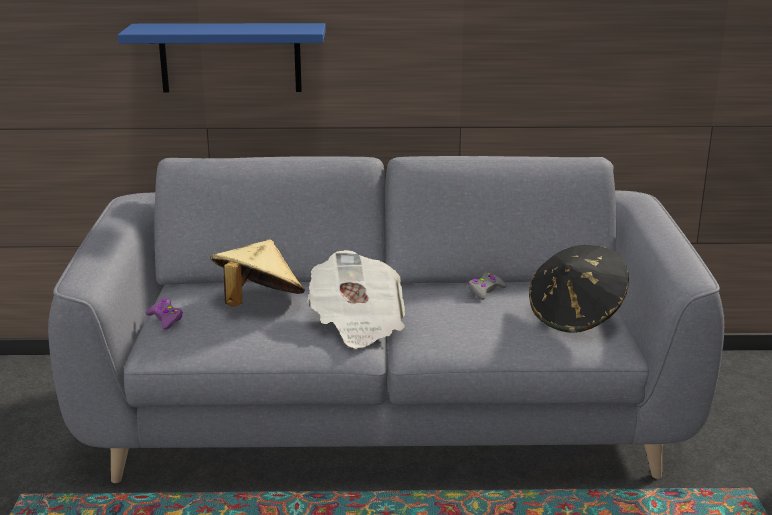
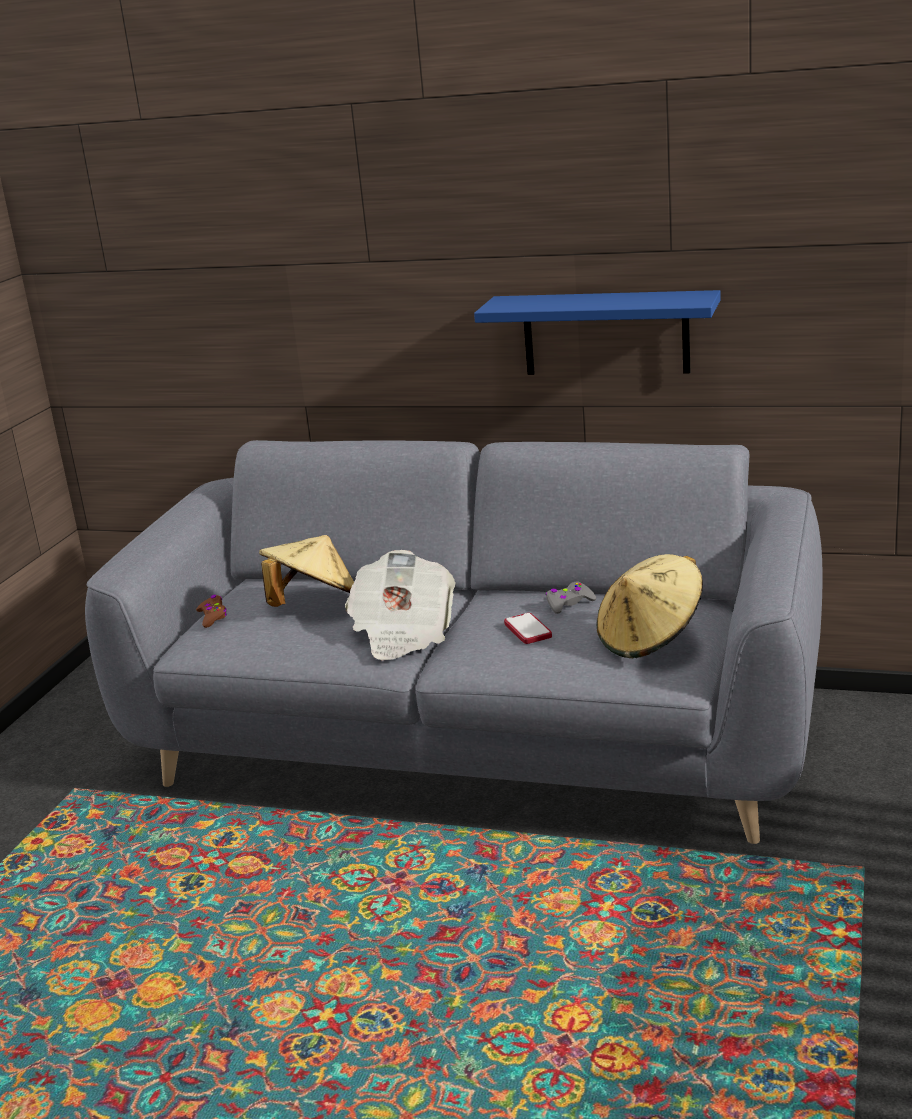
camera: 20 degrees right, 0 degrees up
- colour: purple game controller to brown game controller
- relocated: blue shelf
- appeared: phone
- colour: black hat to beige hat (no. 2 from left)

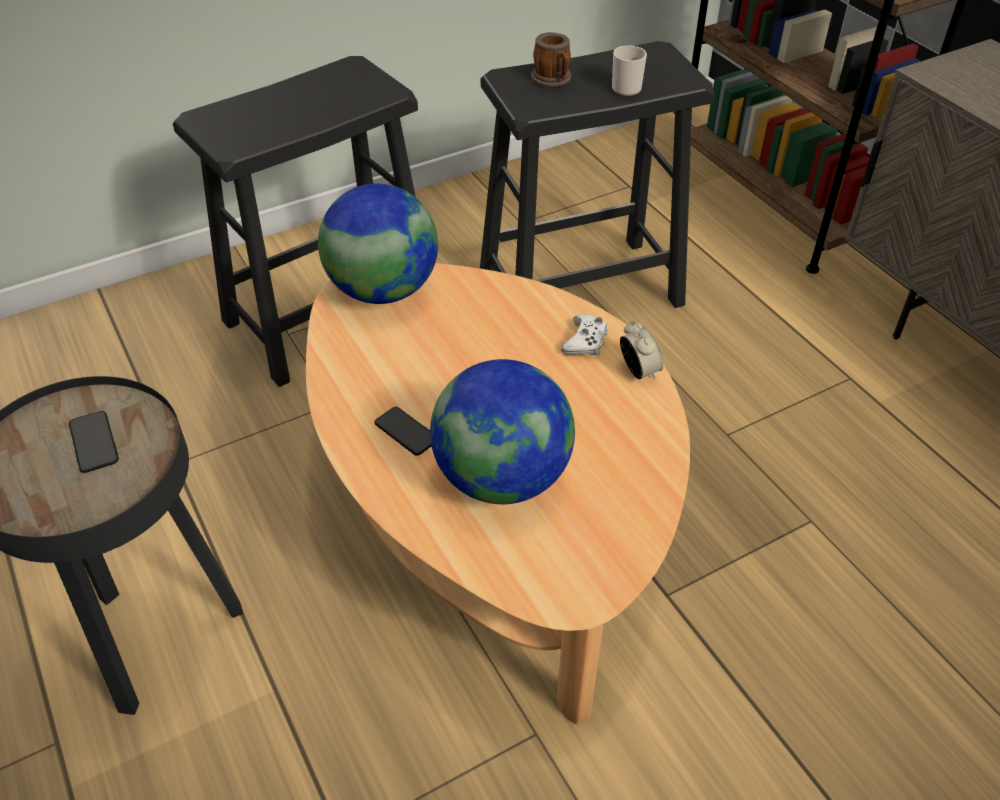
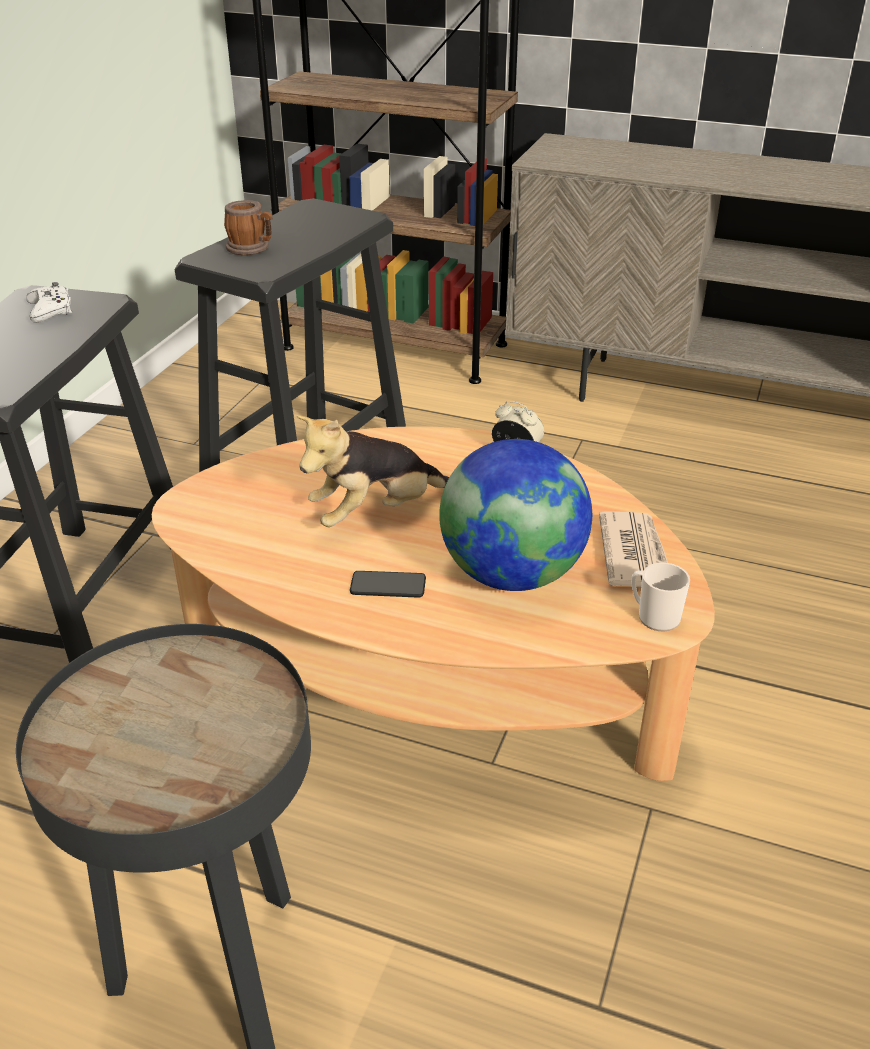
camera: 40 degrees left, 10 degrees down
- relocated: white game controller
- appeared: plush toy
- appeared: newspaper
- relocated: mug (no. 2 from left)
- missing: phone (no. 1 from left)
- missing: globe (no. 1 from left)

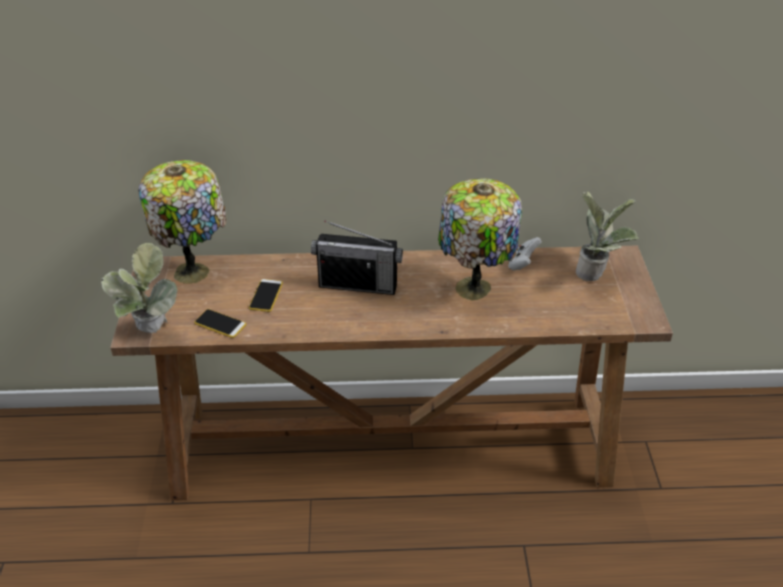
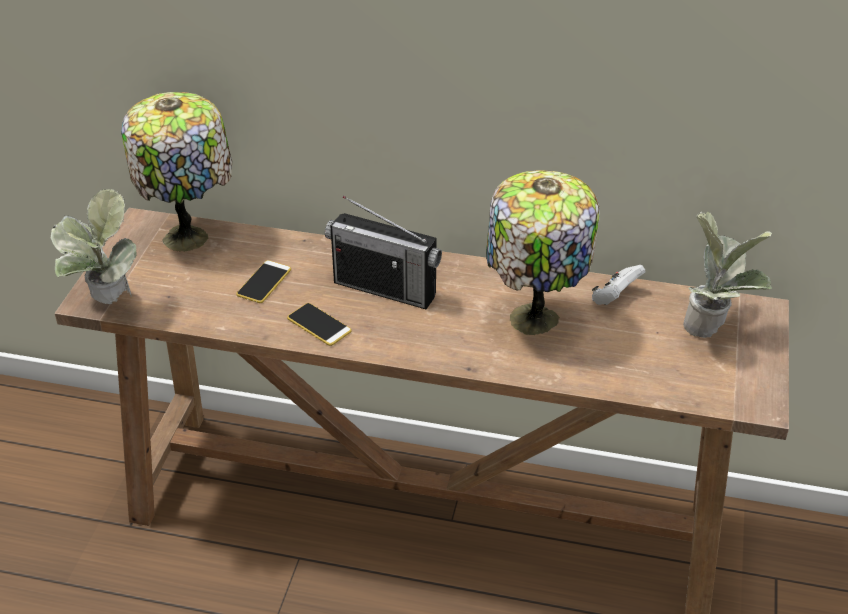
camera: 15 degrees right, 0 degrees up
- relocated: phone (no. 1 from left in the first image) to phone (no. 2 from left)

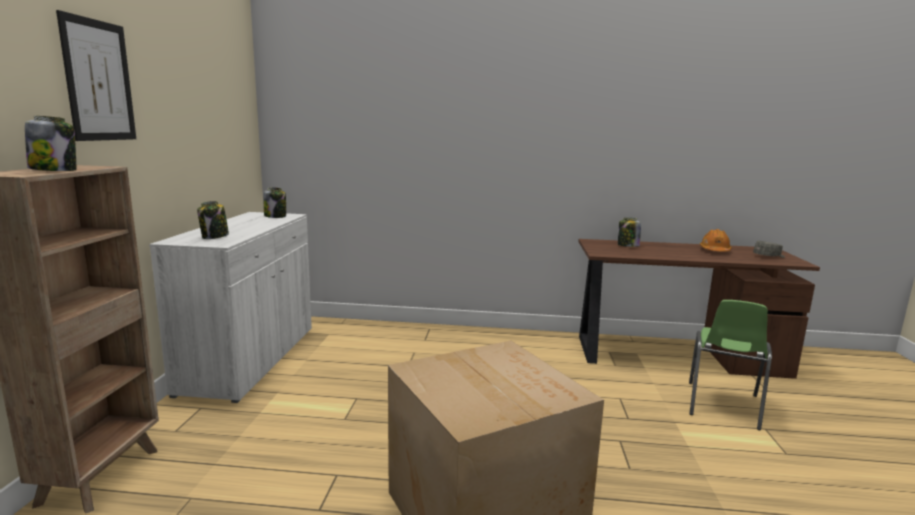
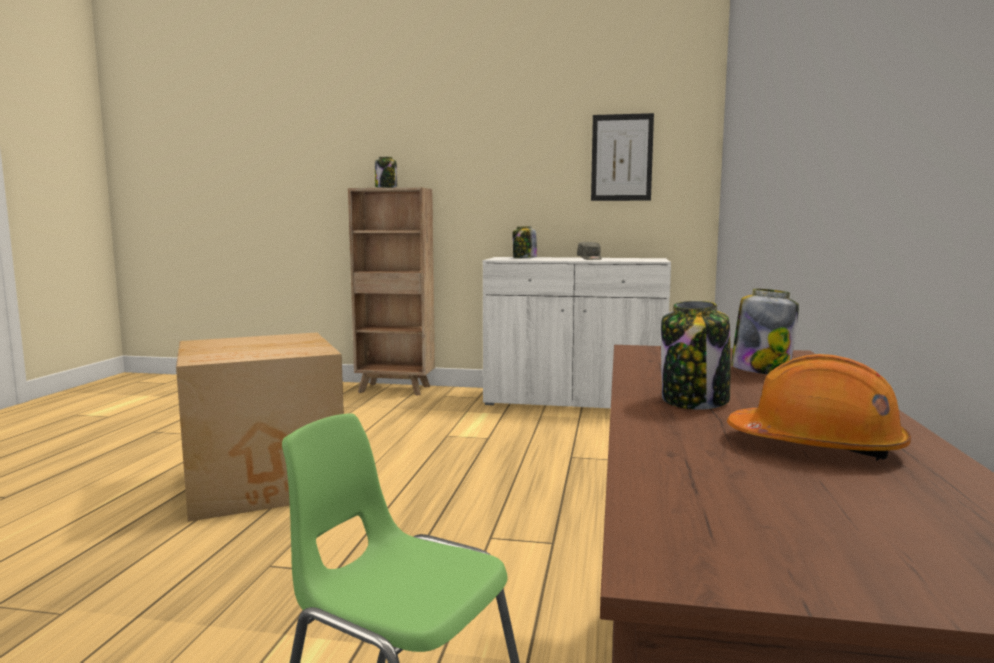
camera: 95 degrees right, 5 degrees down
- relocated: grey cap
- relocated: picture
- relocated: jar (no. 3 from left)

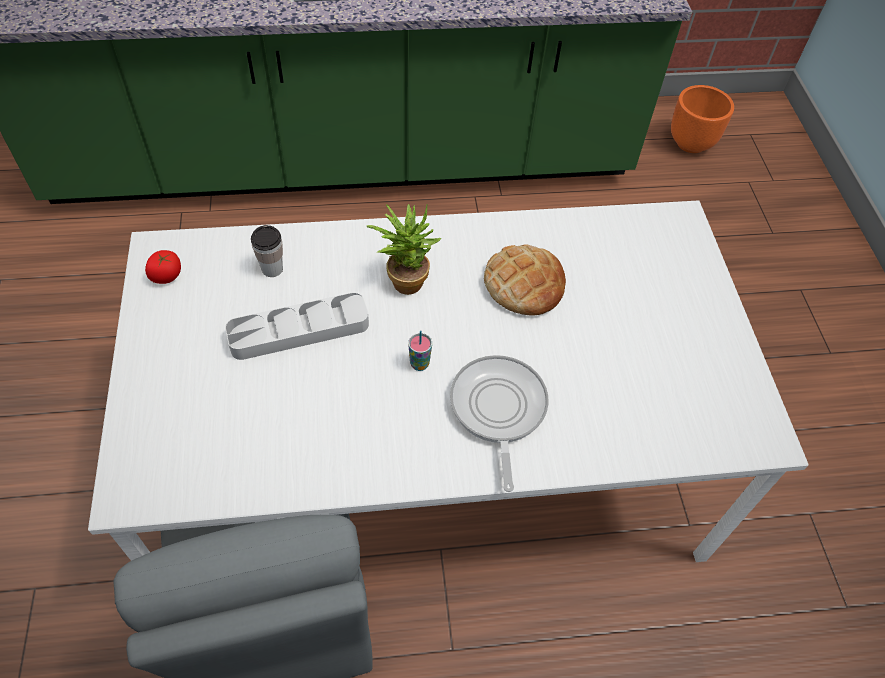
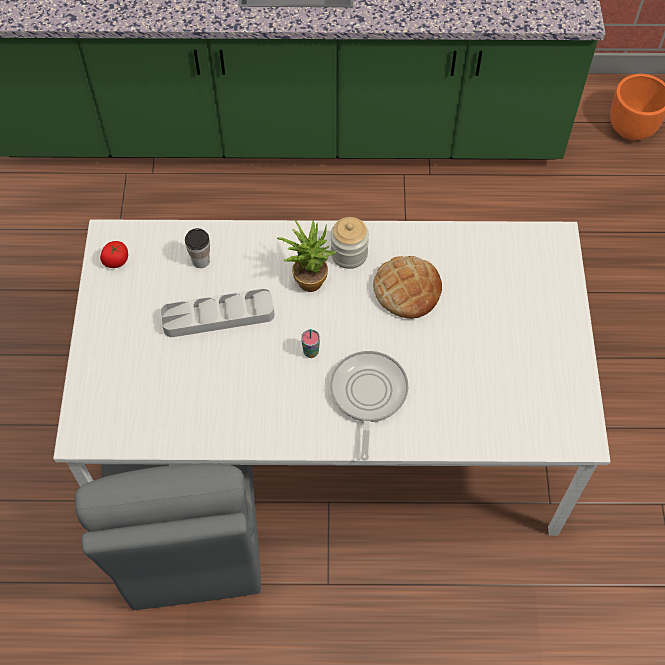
camera: 10 degrees right, 5 degrees up
- appeared: jar

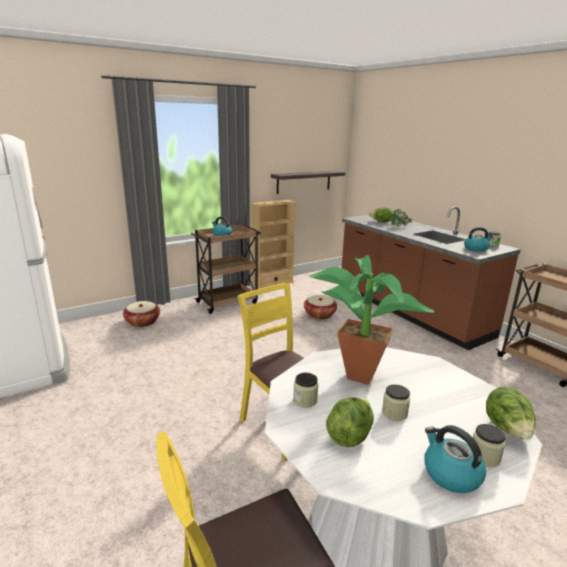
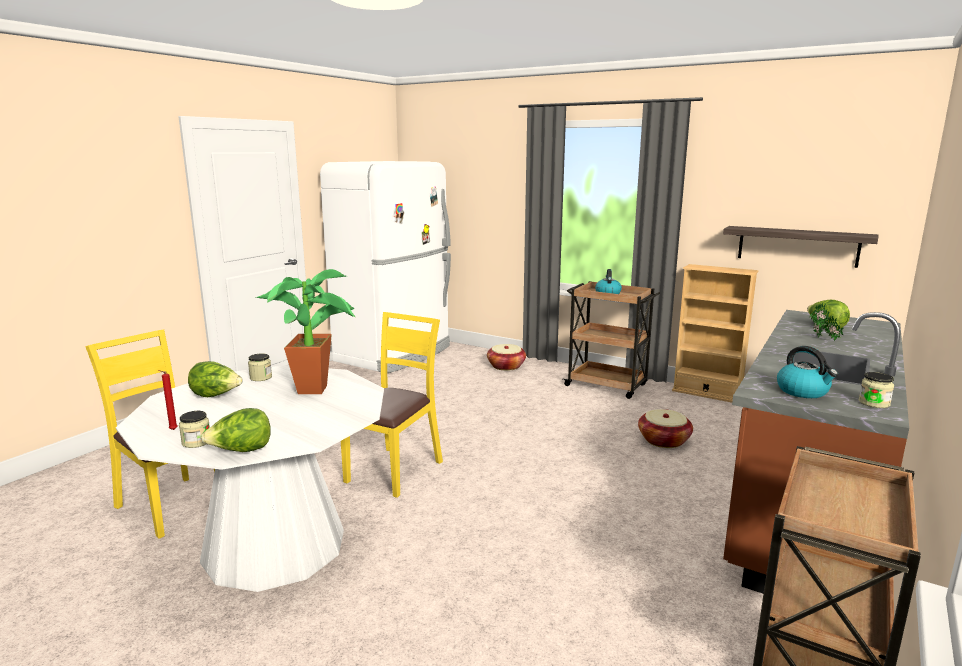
camera: 65 degrees right, 5 degrees down
- exchanged: kettle (no. 2 from left) to red candle
- missing: jar (no. 2 from left)

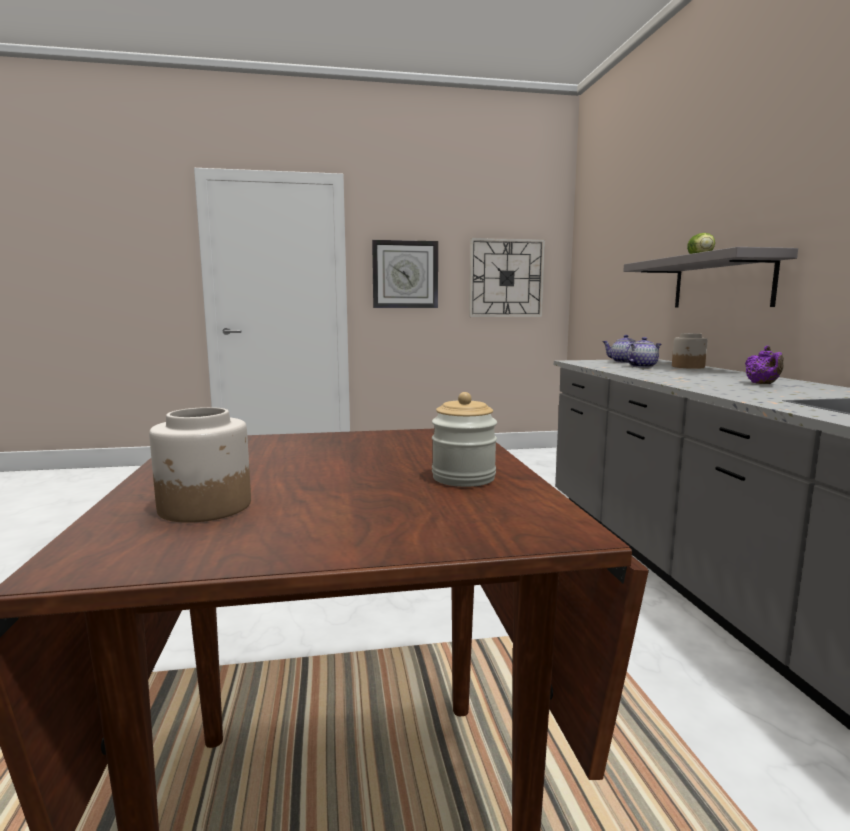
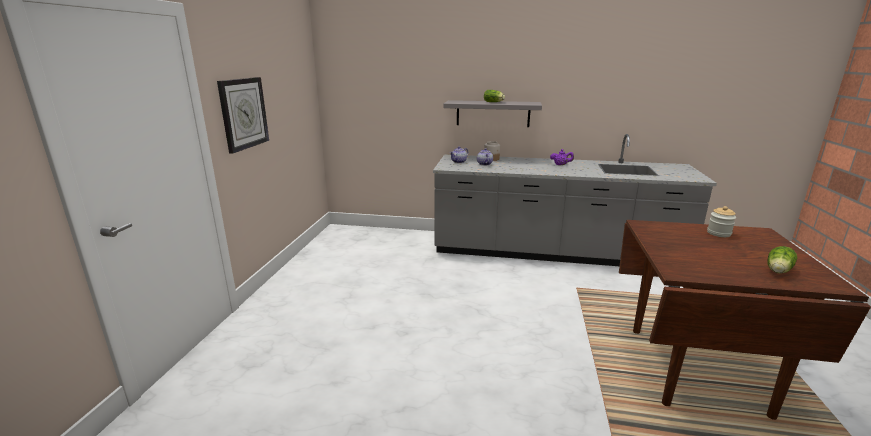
camera: 70 degrees left, 10 degrees up
- exchanged: jar (no. 1 from left) to lettuce (no. 2 from left)
- missing: wall clock (no. 2 from left)

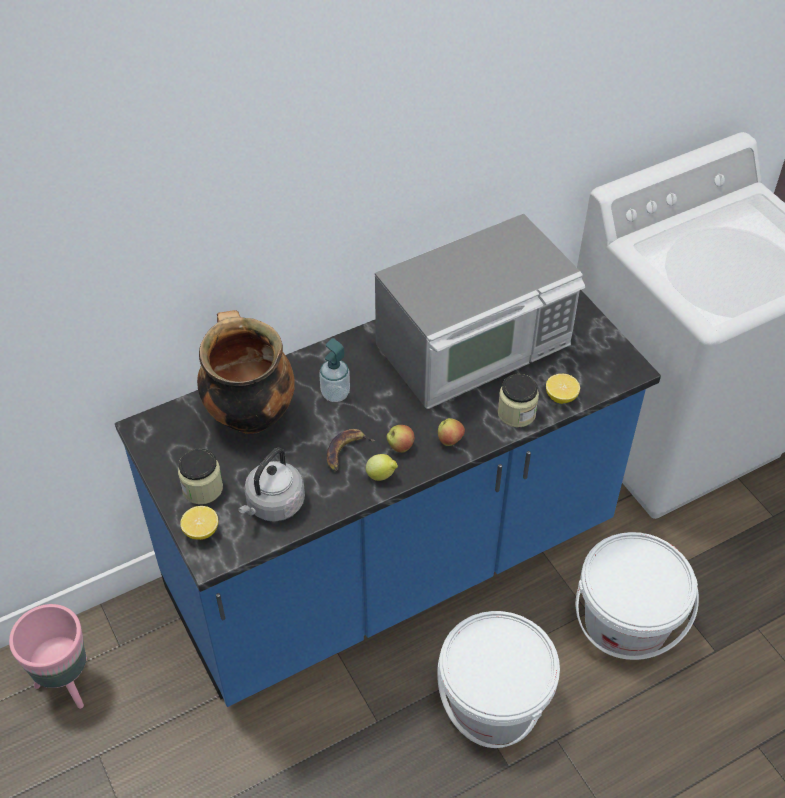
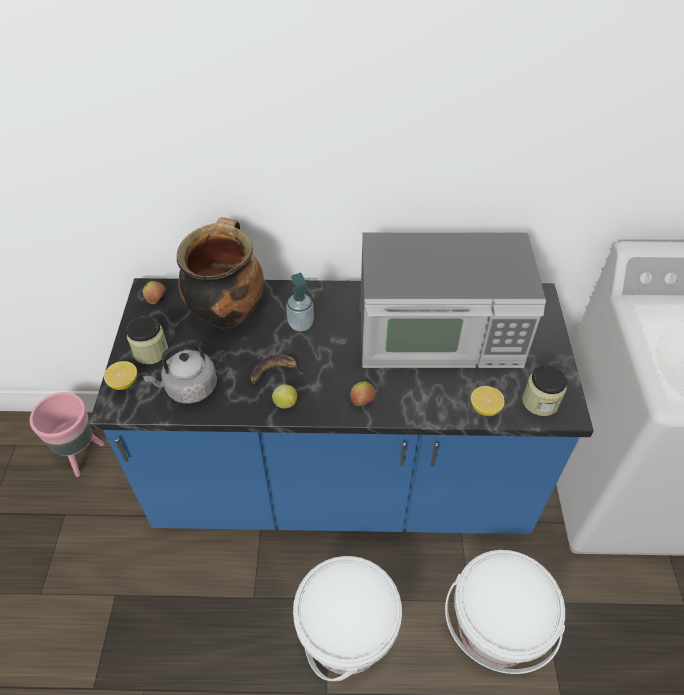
camera: 30 degrees right, 0 degrees up
- relocated: apple (no. 1 from left)
- relocated: jar (no. 2 from left)

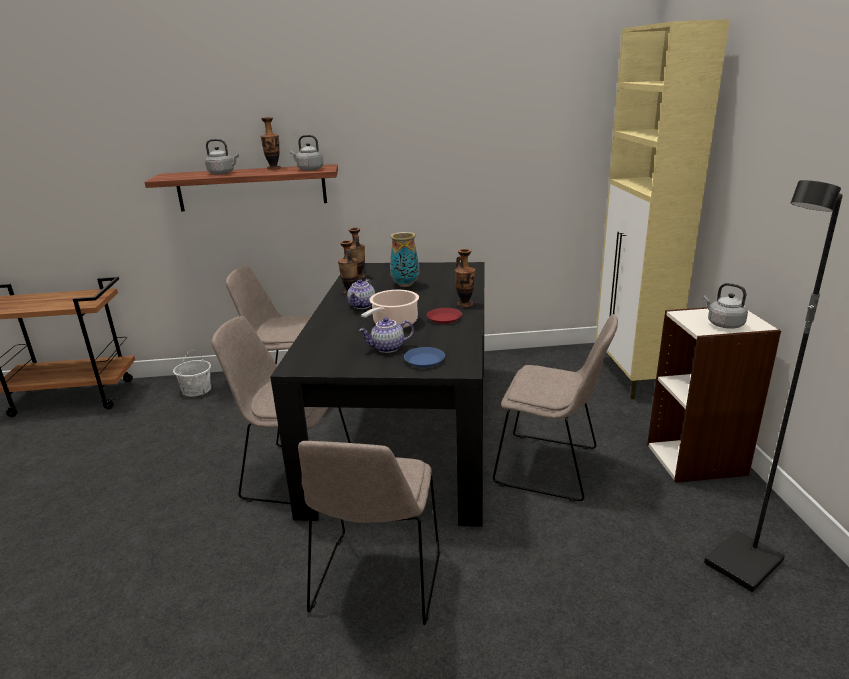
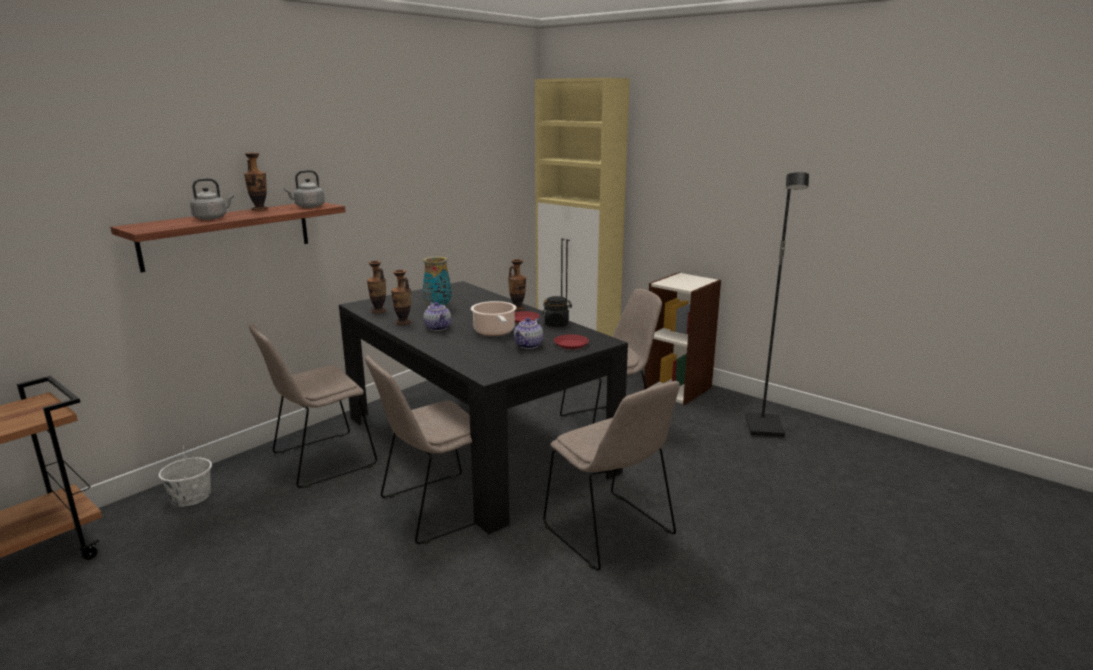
camera: 45 degrees left, 5 degrees down
- appeared: black jar
- colour: blue plate to red plate (no. 2 from left)
- missing: grey kettle (no. 3 from left)

